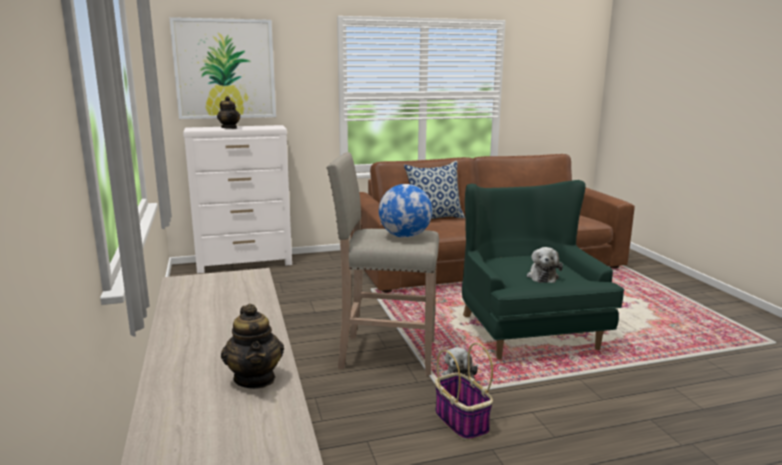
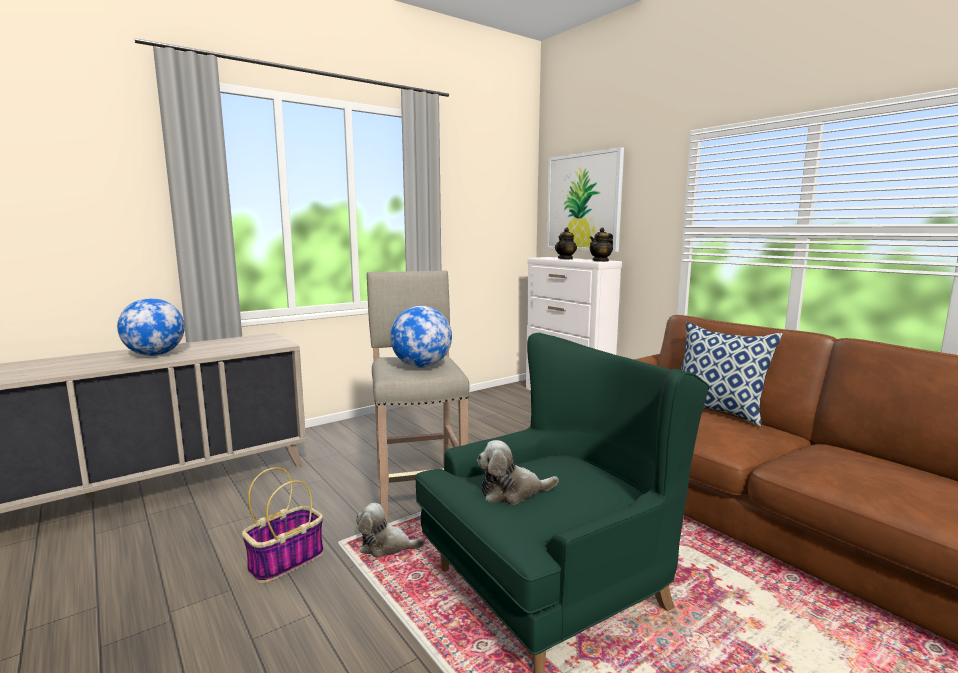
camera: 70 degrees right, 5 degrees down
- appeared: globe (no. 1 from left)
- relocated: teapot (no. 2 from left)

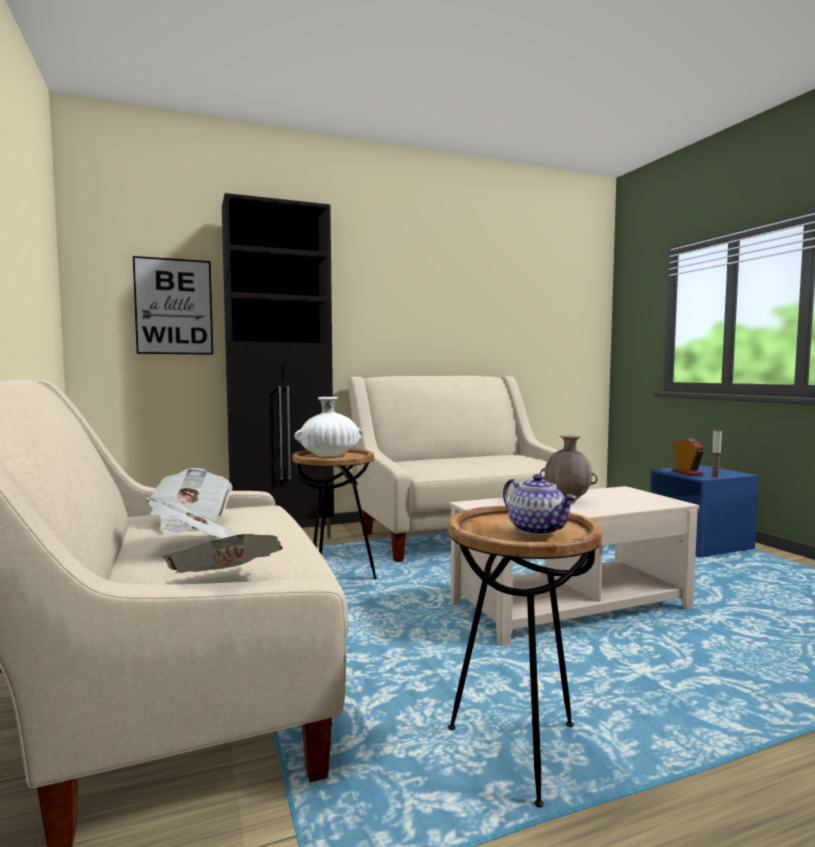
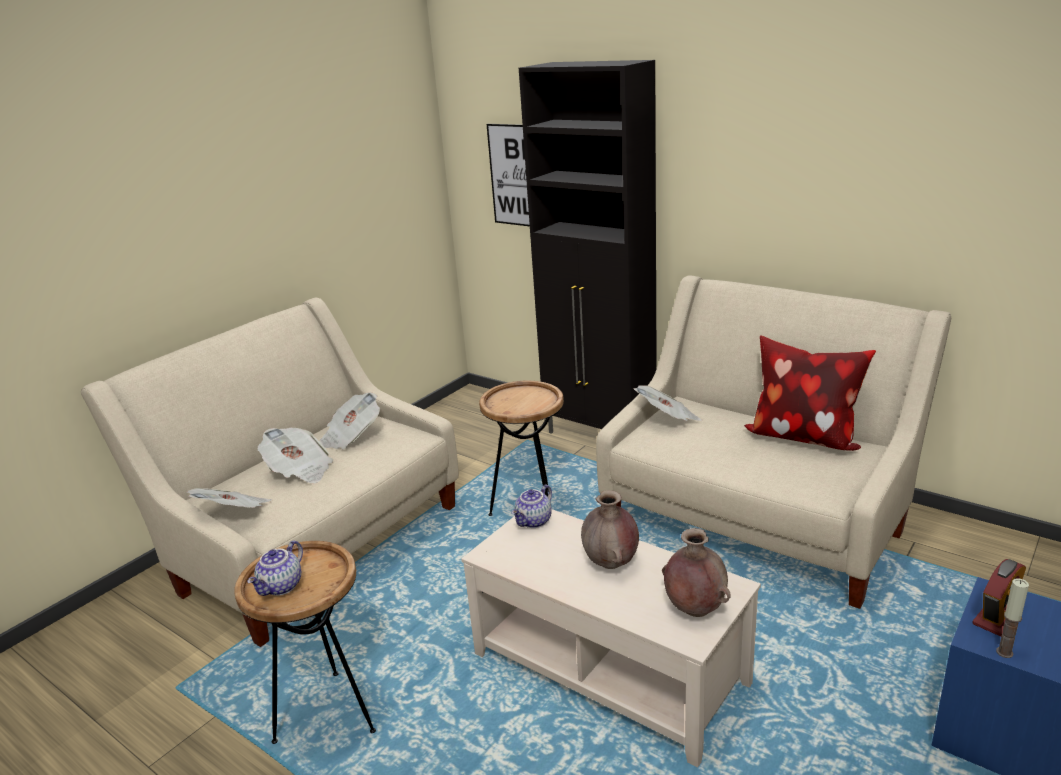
camera: 60 degrees right, 20 degrees up
- appeared: teapot (no. 2 from left)
- appeared: newspaper (no. 4 from left)
- appeared: brown vase (no. 2 from left)
- appeared: pillow
- missing: white vase

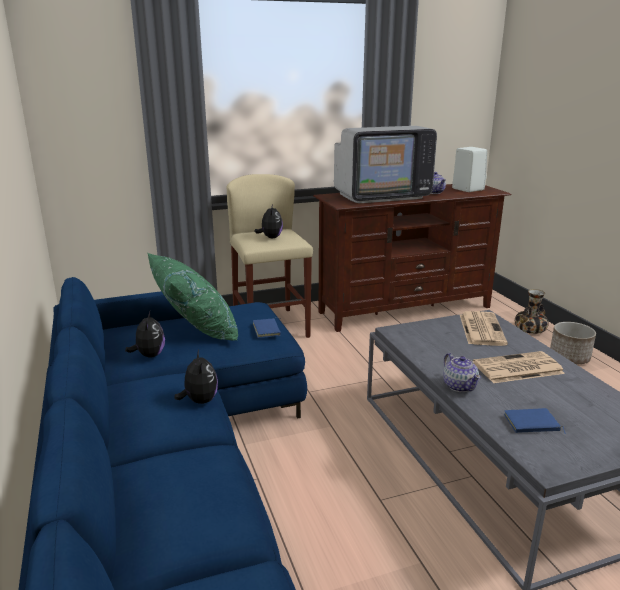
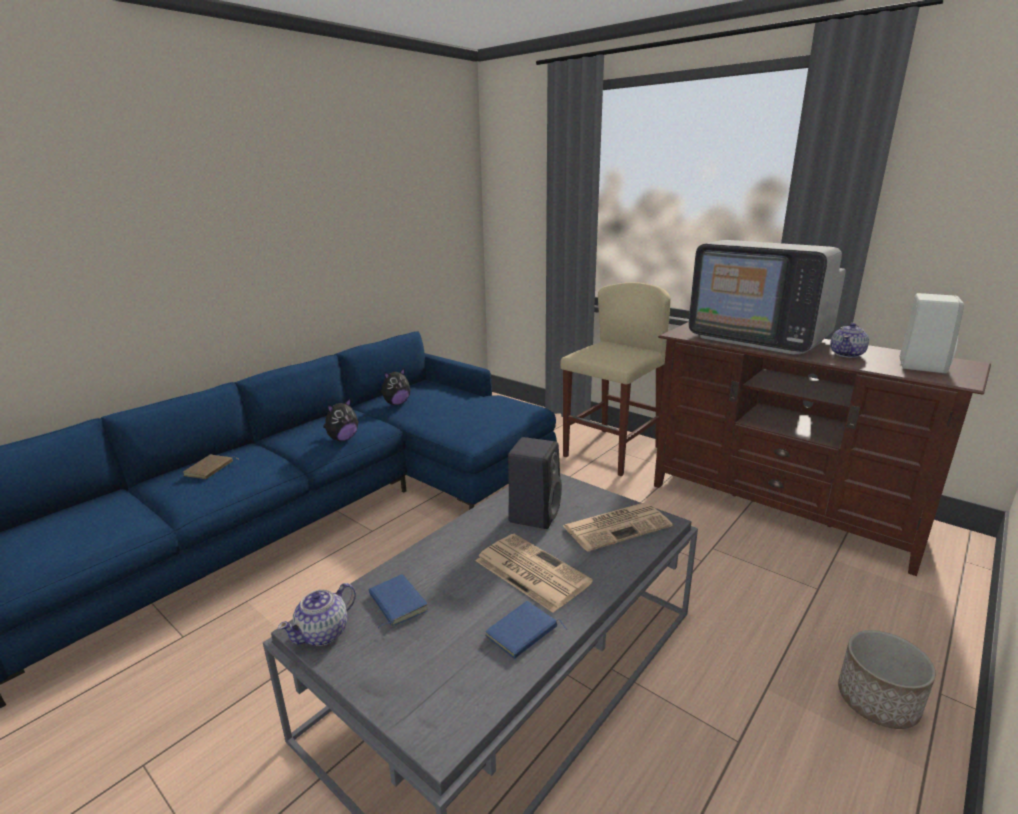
camera: 60 degrees right, 0 degrees up
- appeared: brown book
- relocated: teapot (no. 2 from left in the first image) to teapot (no. 1 from left)
- relocated: blue book (no. 1 from left in the first image) to blue book (no. 2 from left)
- appeared: black speaker
- missing: green pillow
- missing: plush toy (no. 3 from left)
- missing: vase

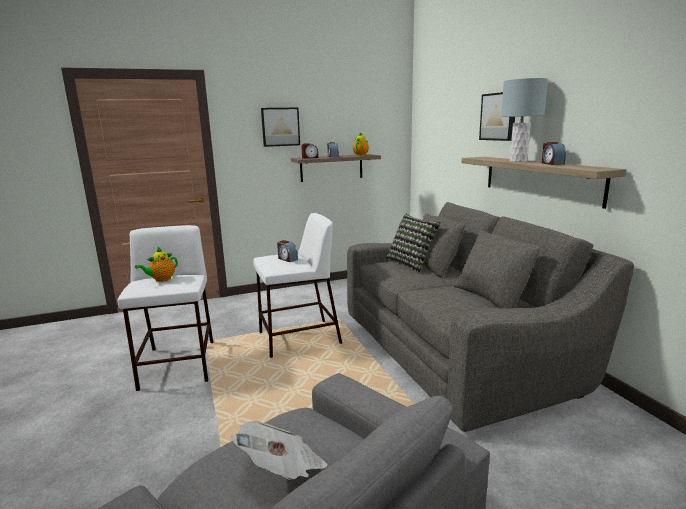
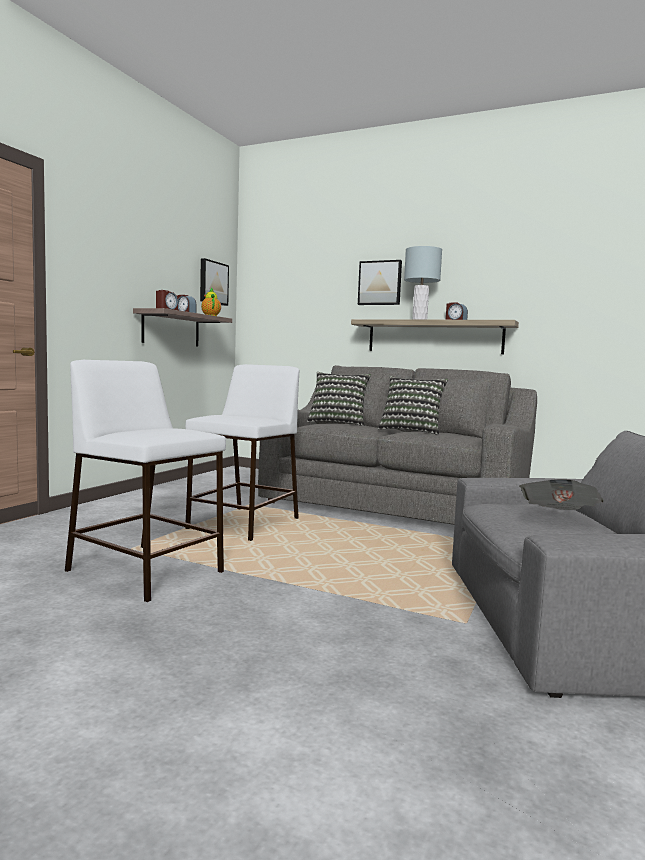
camera: 45 degrees left, 10 degrees down
- relocated: picture (no. 1 from left)
- appeared: pillow (no. 2 from left)
- missing: teapot (no. 1 from left)
- missing: alarm clock (no. 1 from left)

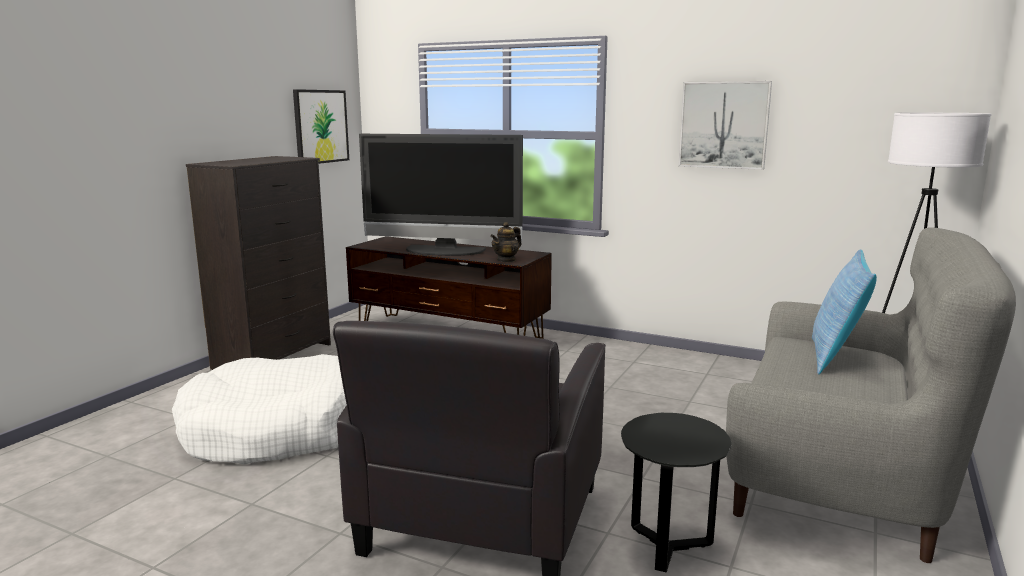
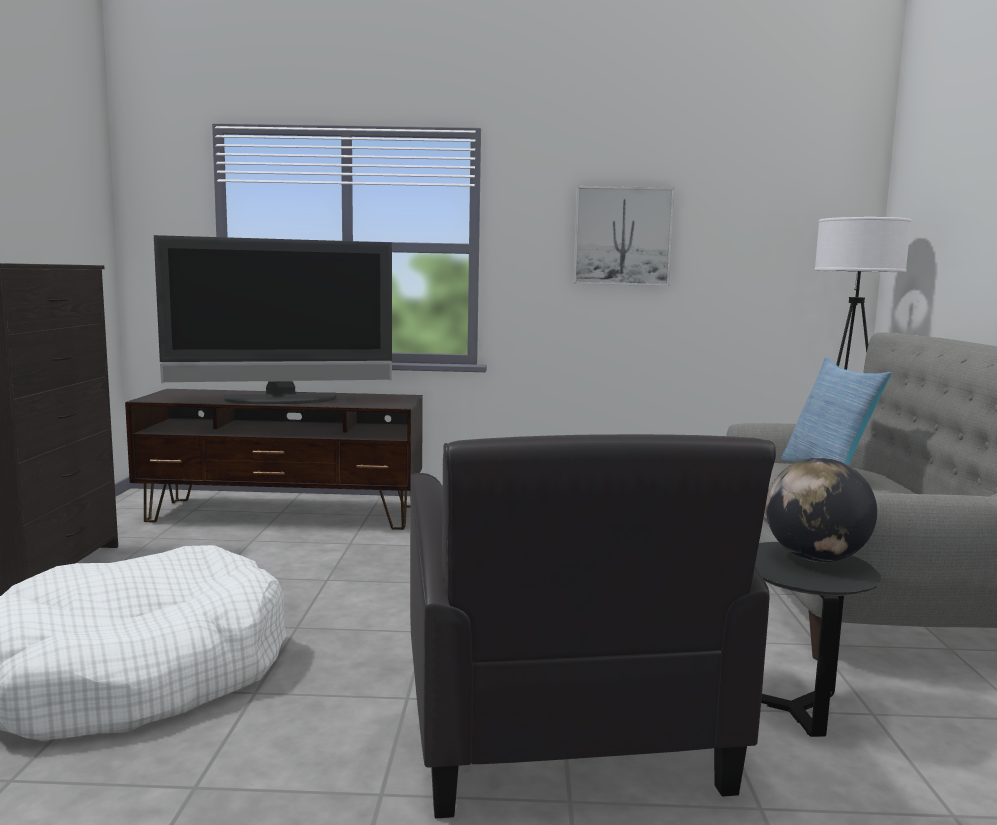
camera: 25 degrees left, 5 degrees down
- appeared: globe
- missing: picture (no. 1 from left)
- missing: teapot

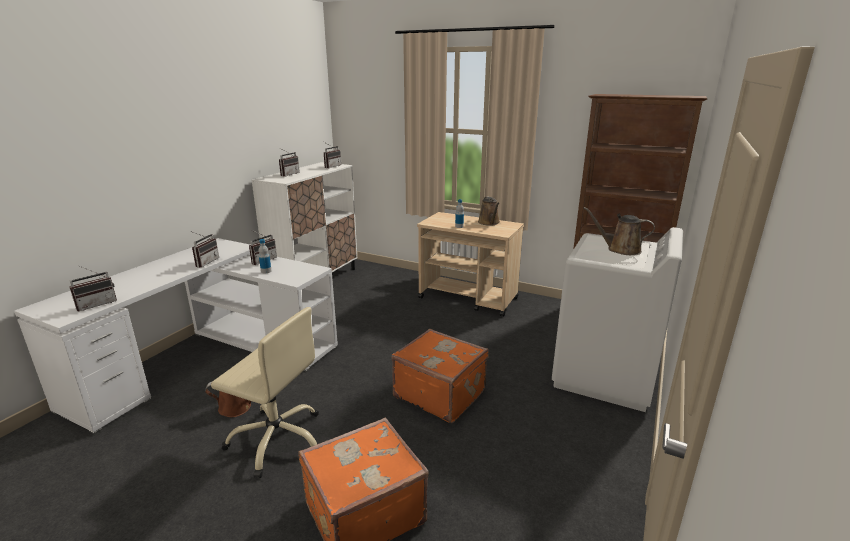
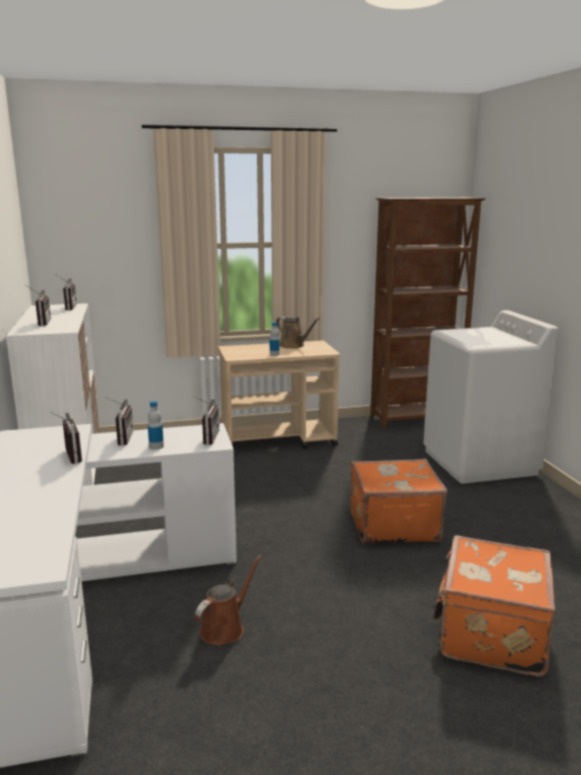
camera: 40 degrees left, 5 degrees down
- relocated: radio (no. 1 from left in the first image) to radio (no. 5 from left)
- missing: beige office chair
- missing: brown watering can (no. 3 from left)

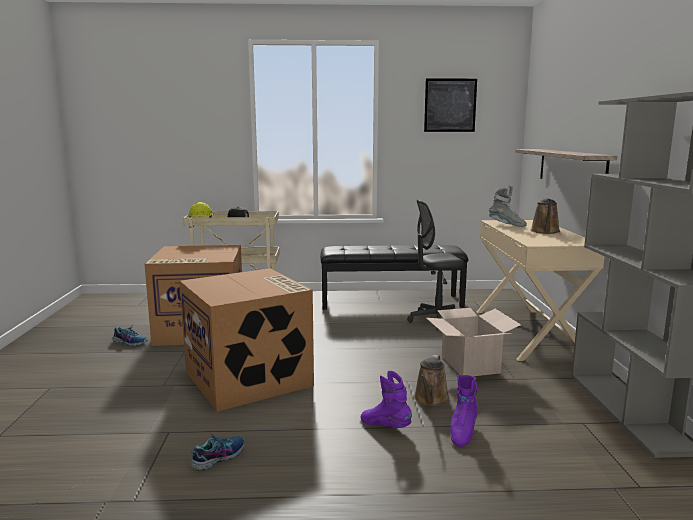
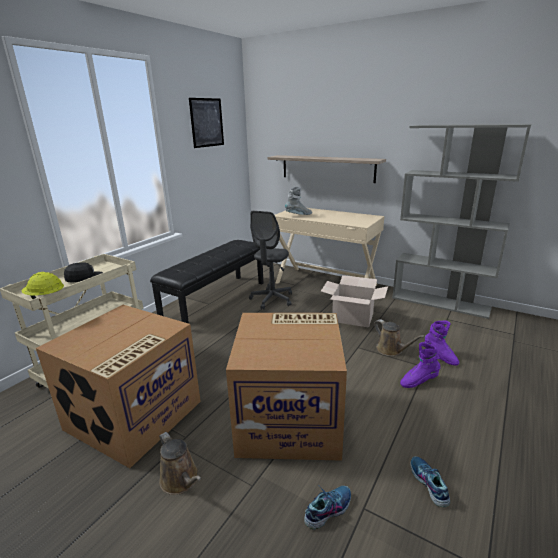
camera: 55 degrees left, 10 degrees up
- relocated: brown watering can (no. 2 from left in the first image) to brown watering can (no. 1 from left)
- relocated: shoe (no. 1 from left)

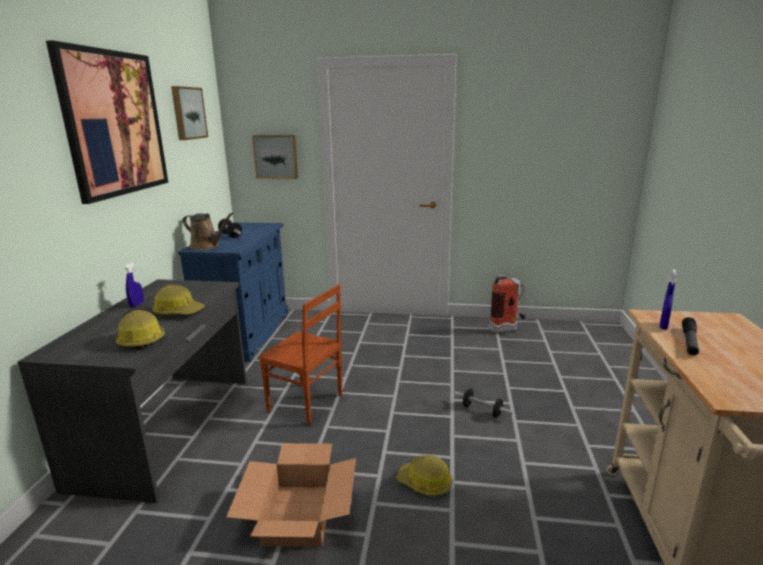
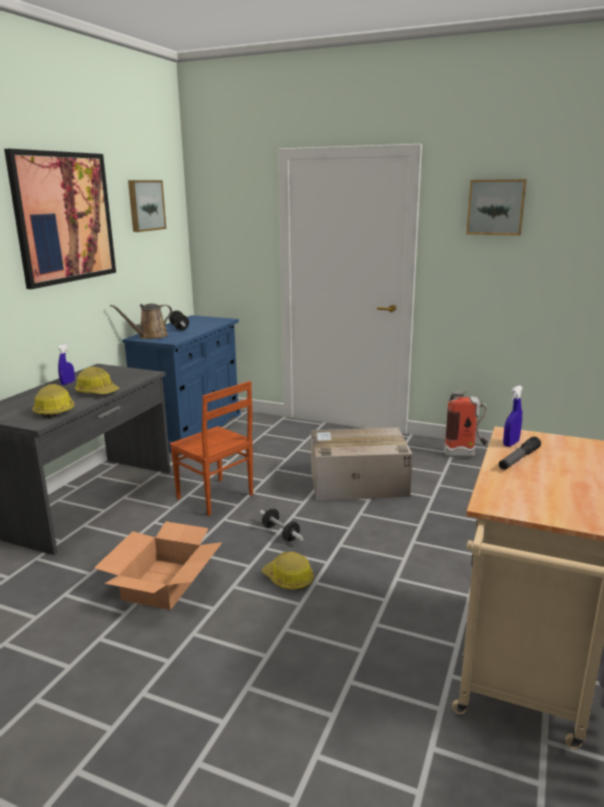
camera: 15 degrees right, 0 degrees up
- spun: brown watering can 105 degrees clockwise
- relocated: dumbbell (no. 2 from left)
- appeared: cardboard box (no. 2 from left)
- relocated: picture (no. 3 from left)

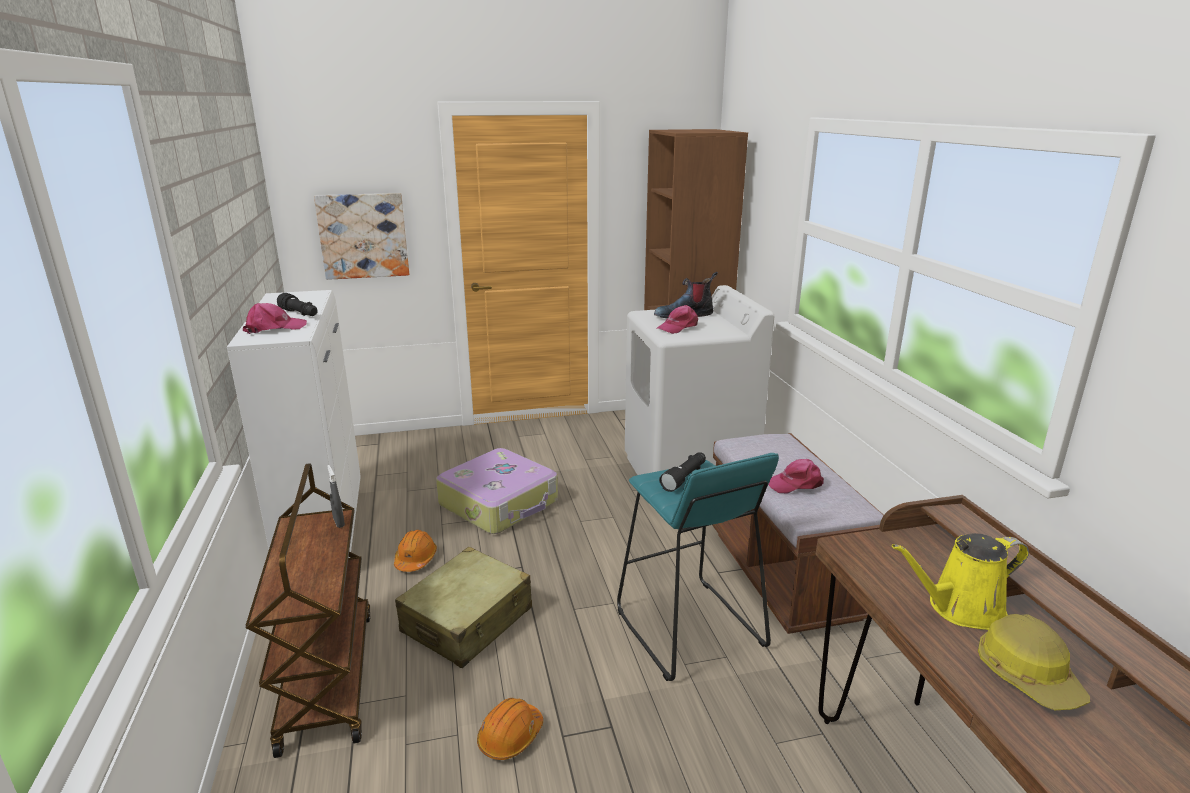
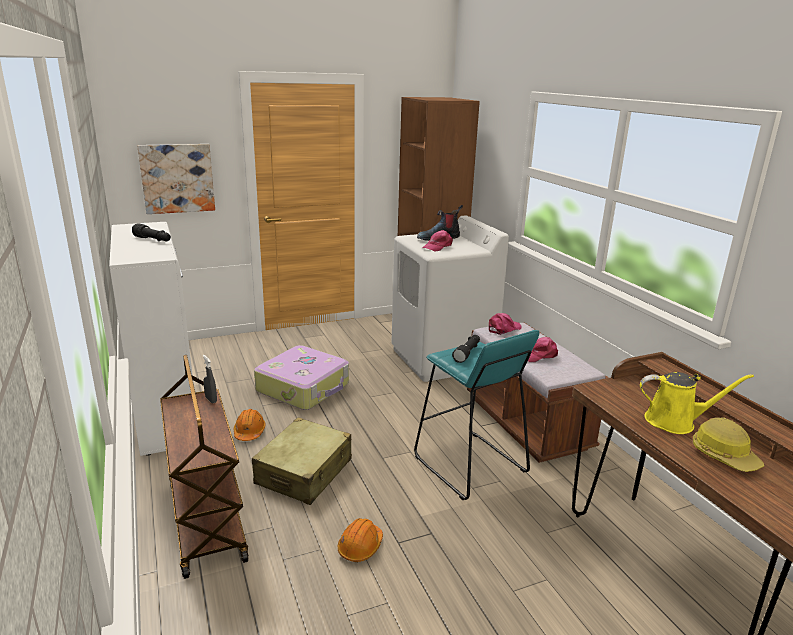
camera: 10 degrees left, 0 degrees up
- relocated: pink cap (no. 1 from left in the first image) to pink cap (no. 2 from left)
- spun: yellow watering can 150 degrees counterclockwise

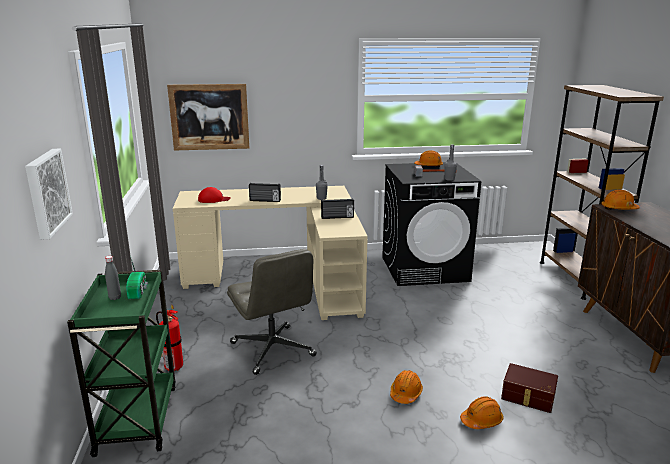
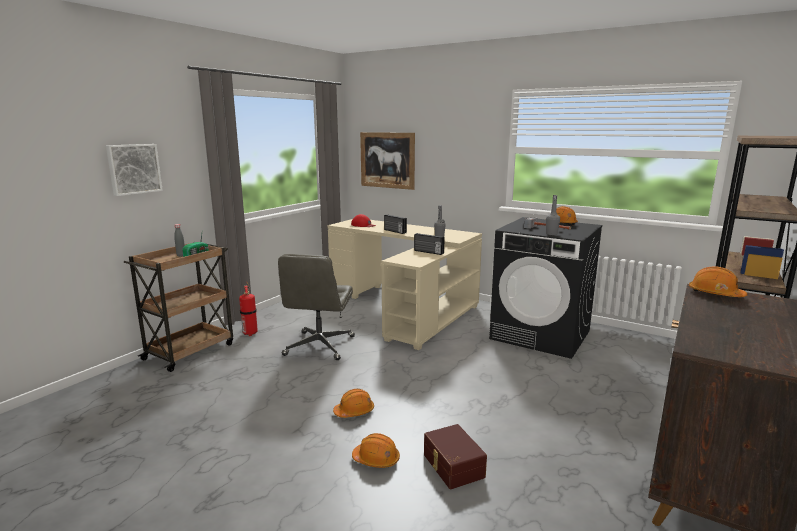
camera: 40 degrees right, 5 degrees down
- colour: green cart to brown cart

